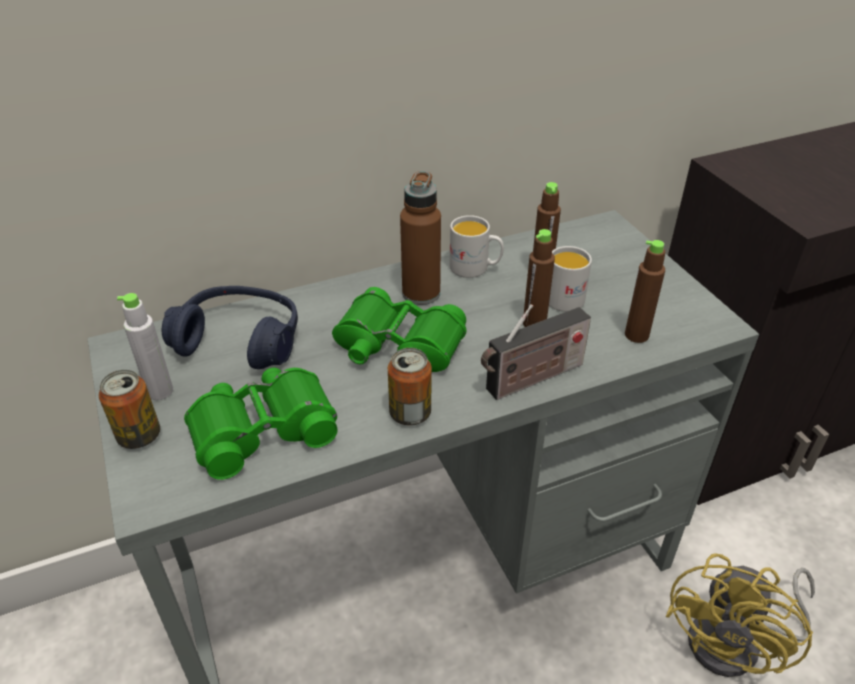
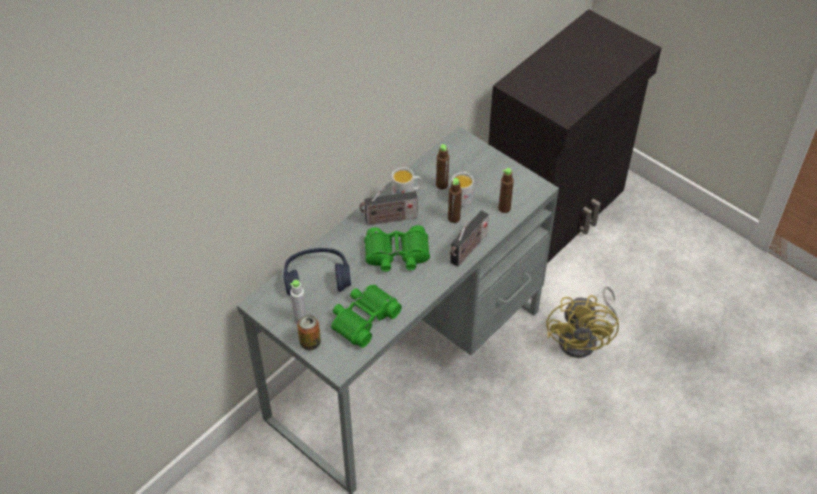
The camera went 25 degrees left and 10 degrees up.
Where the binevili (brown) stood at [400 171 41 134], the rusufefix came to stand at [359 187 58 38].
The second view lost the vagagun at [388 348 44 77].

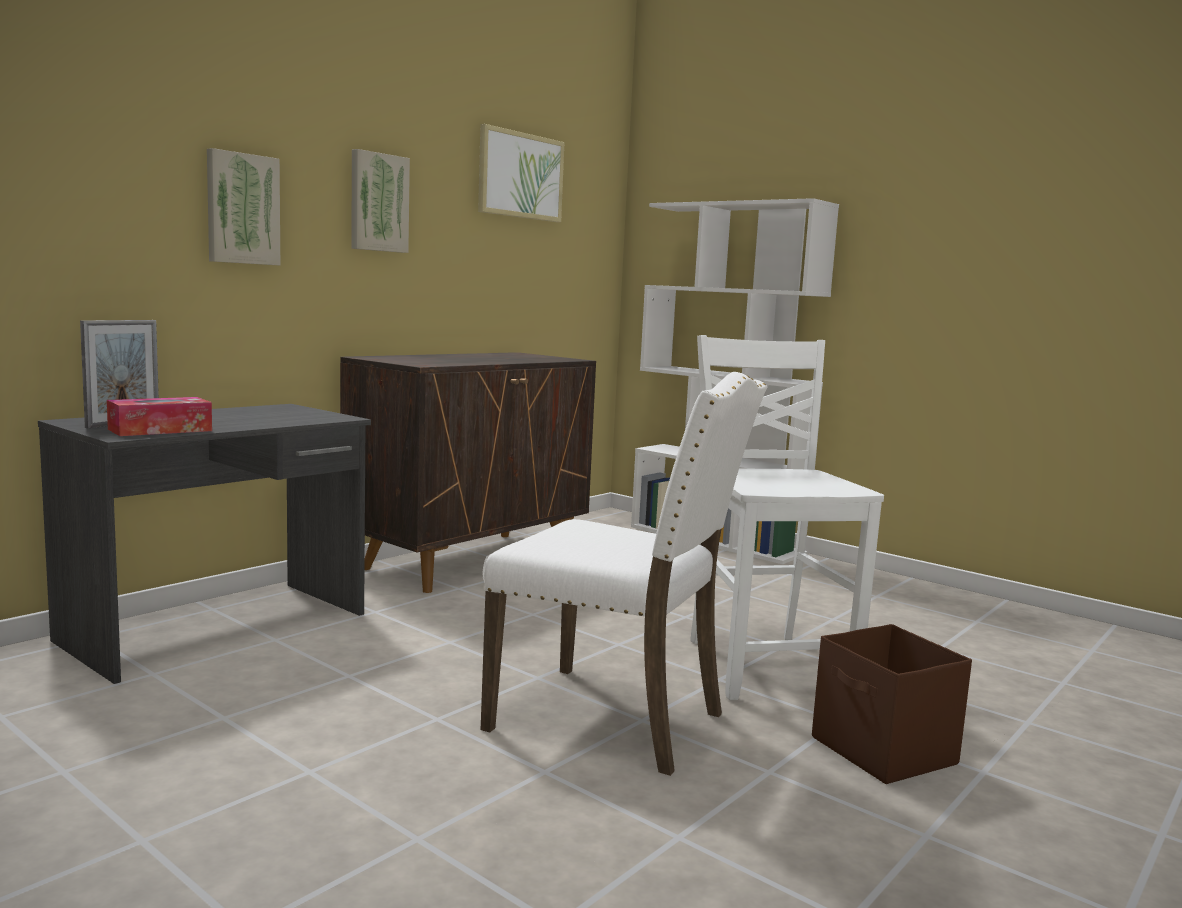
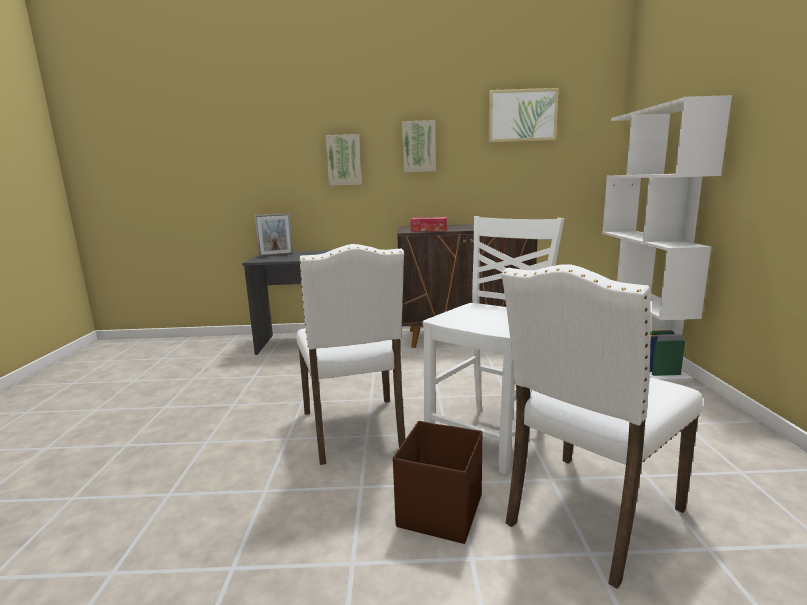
The camera went 50 degrees right and 5 degrees up.
The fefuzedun ended up elsewhere, having gone from [107 397 105 39] to [411 217 36 15].
The second view gained the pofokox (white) at [501 264 202 325].

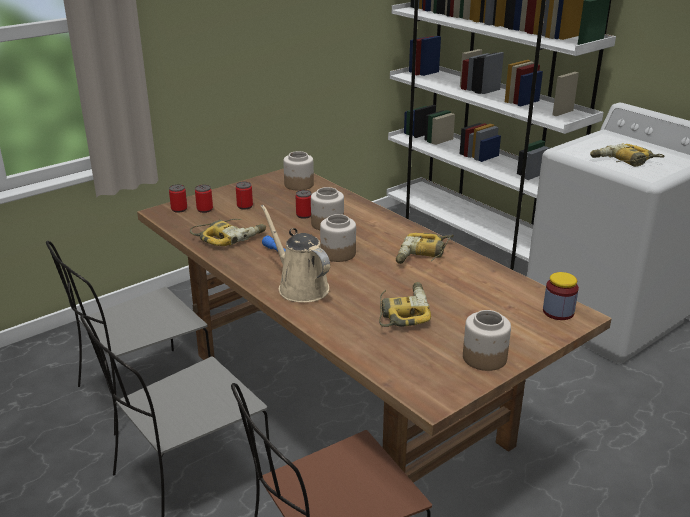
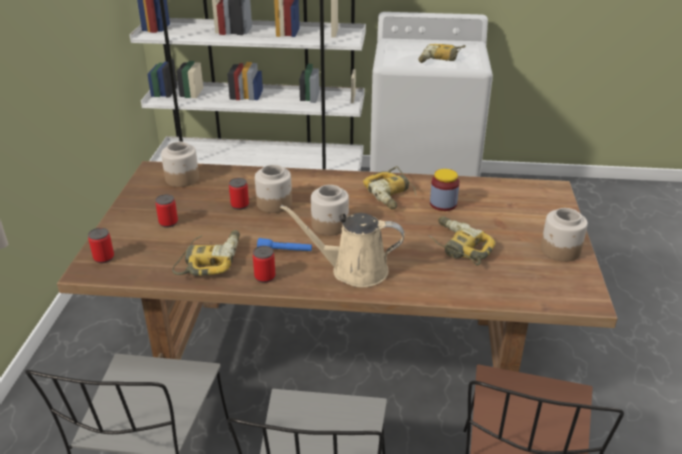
The camera went 45 degrees left and 5 degrees up.
The vagagun ended up elsewhere, having gone from [195 185 18 28] to [253 246 23 37].
The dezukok ended up elsewhere, having gone from [543 272 36 48] to [430 169 29 42].

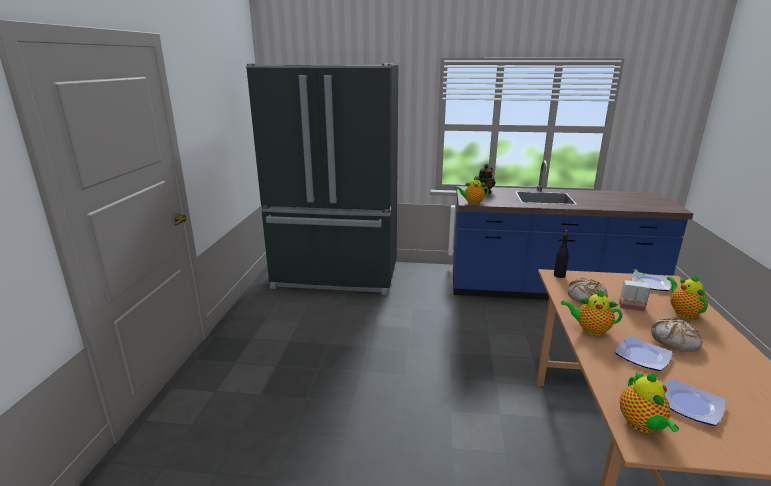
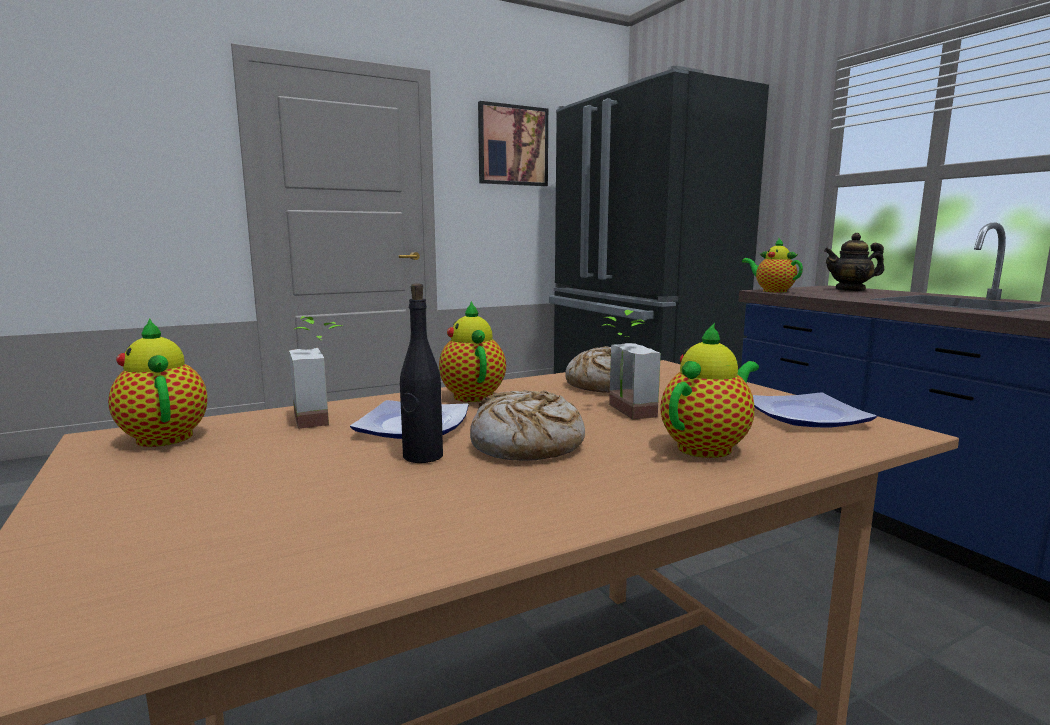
The camera went 55 degrees right and 10 degrees down.
The binevili (black) ended up elsewhere, having gone from [554 230 15 48] to [400 283 43 180].
The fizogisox at [620 372 59 61] ended up facing another way, 90 degrees clockwise from before.
The second view lost the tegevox at [665 378 60 48].
The second view gained the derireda at [478 101 70 85].
The second view gained the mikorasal at [289 316 53 113].

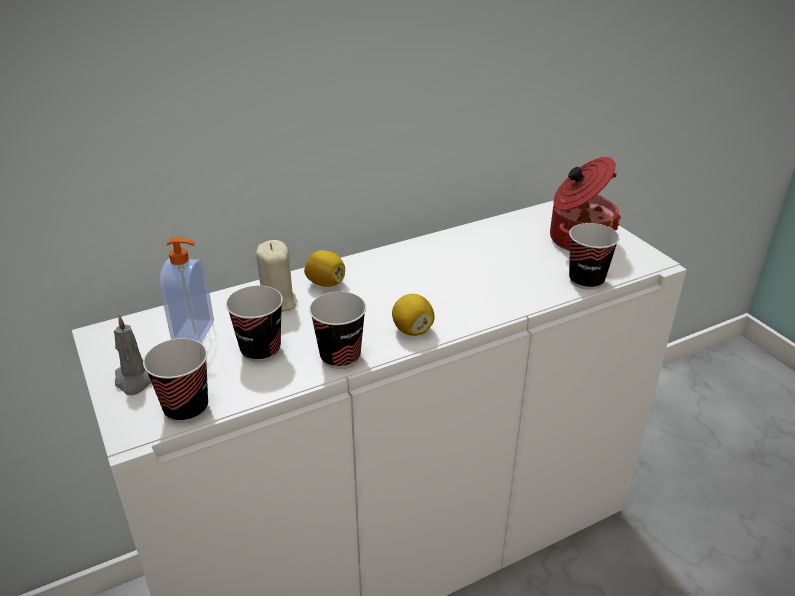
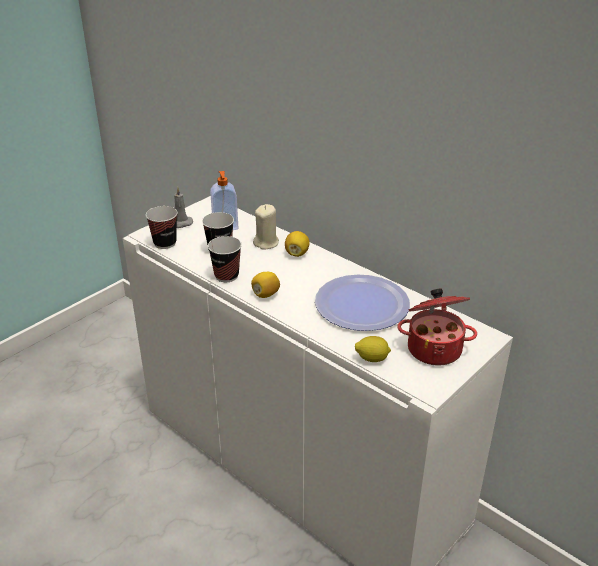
The camera went 70 degrees right and 0 degrees up.
Where the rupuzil stood at [569 223 51 67], the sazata came to stand at [355 336 36 26].
The second view gained the tegevox at [315 274 95 57].

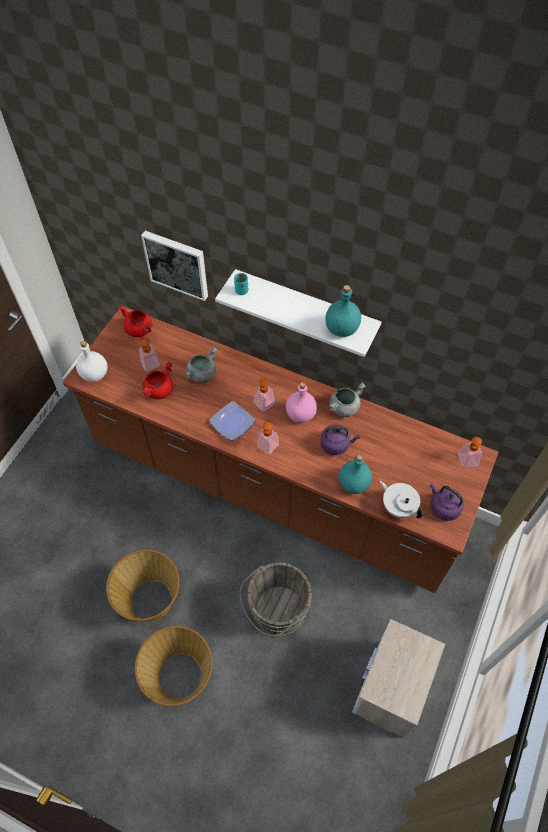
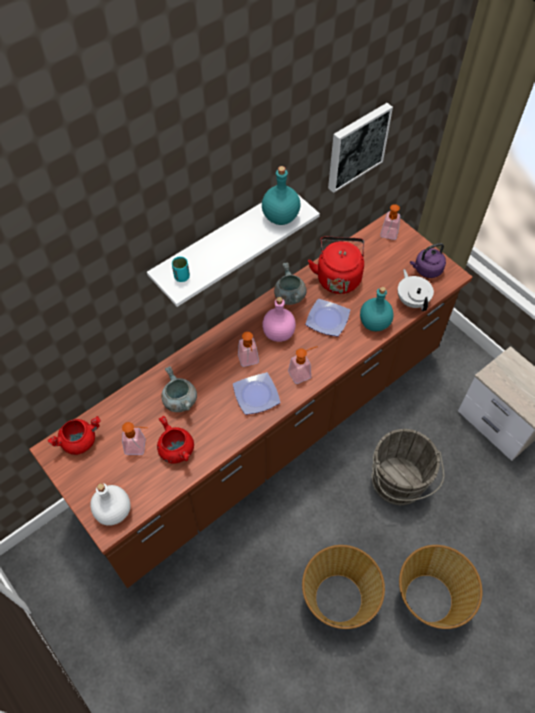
The camera went 65 degrees left and 0 degrees up.
The derireda ended up elsewhere, having gone from [141 231 67 70] to [328 103 65 90].
Where the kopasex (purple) stood at [320 425 40 30], the tegevox came to stand at [305 299 45 38].
The fizogisox (white) at [380 480 43 38] ended up facing another way, 90 degrees clockwise from before.
The second view gained the kopasex (red) at [308 237 56 57].

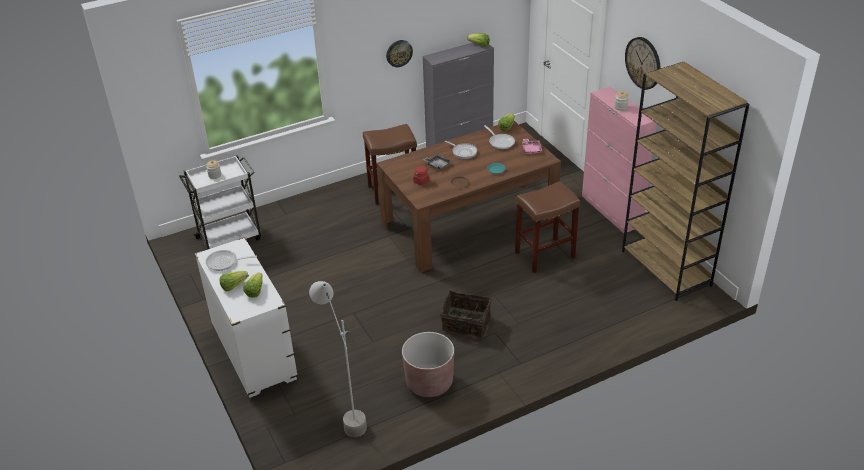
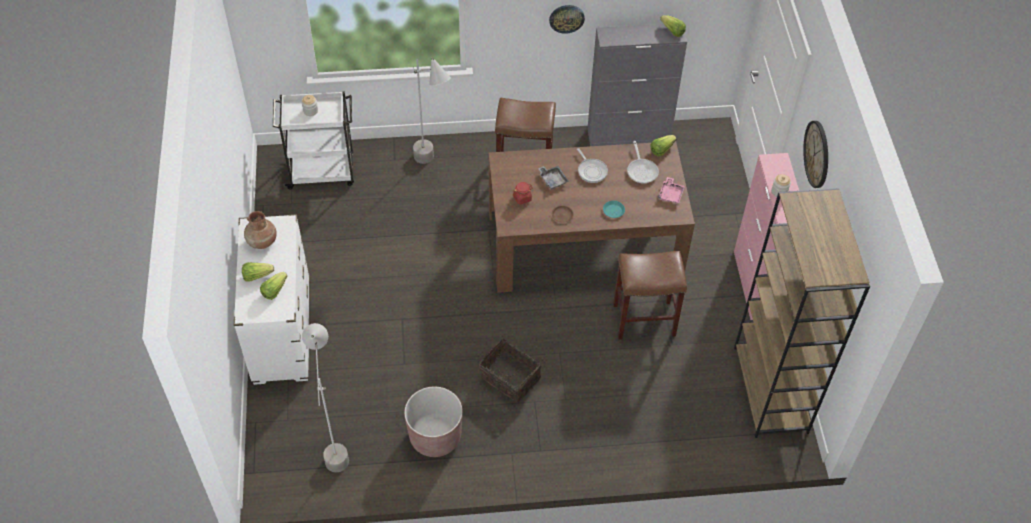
The camera went 20 degrees right and 15 degrees up.
Where the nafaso stood at [206 250 51 21], the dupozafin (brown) came to stand at [244 211 33 38].
The second view gained the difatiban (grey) at [413 57 38 107].

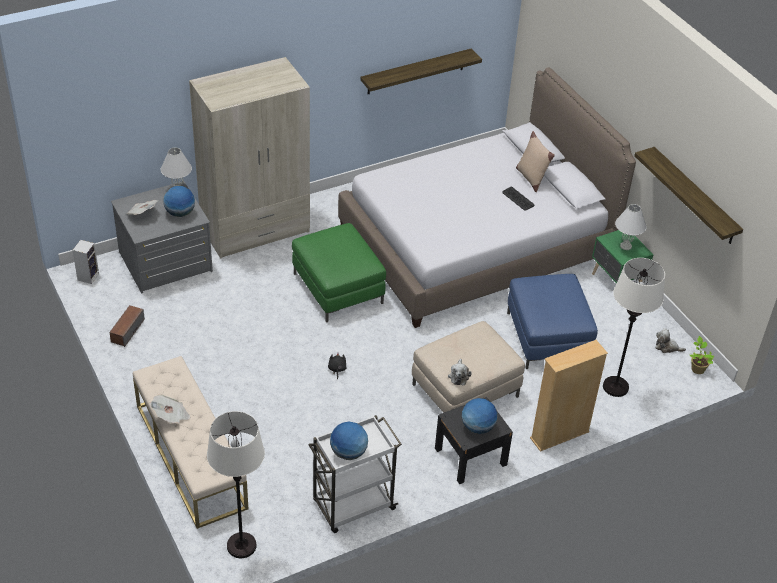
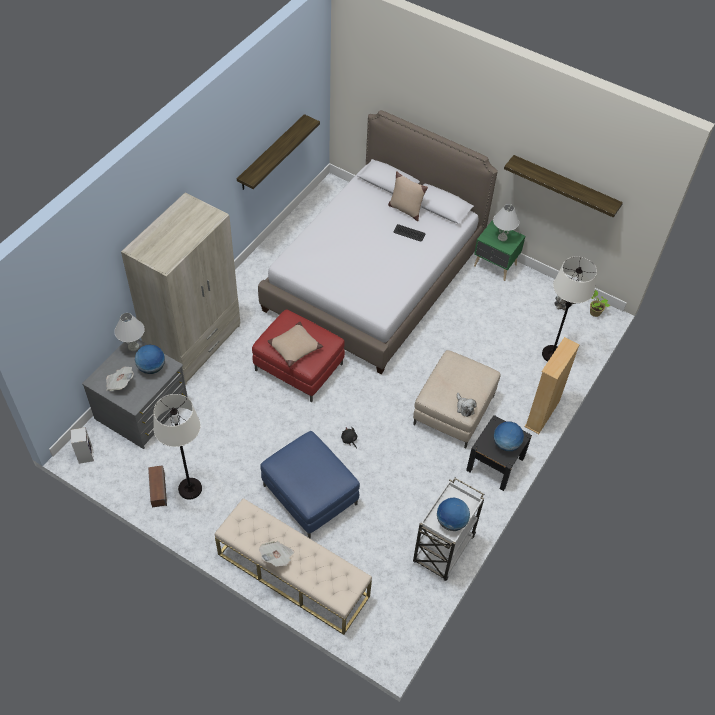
The camera went 30 degrees left and 10 degrees up.
What was the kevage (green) at [292 223 94 99] turned into the kevage (red) at [252 309 93 93].
The kevage (blue) ended up elsewhere, having gone from [507 274 91 95] to [260 431 100 107].
The difatiban (white) ended up elsewhere, having gone from [207 411 58 147] to [153 394 49 106].
The second view gained the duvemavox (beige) at [267 321 56 46].

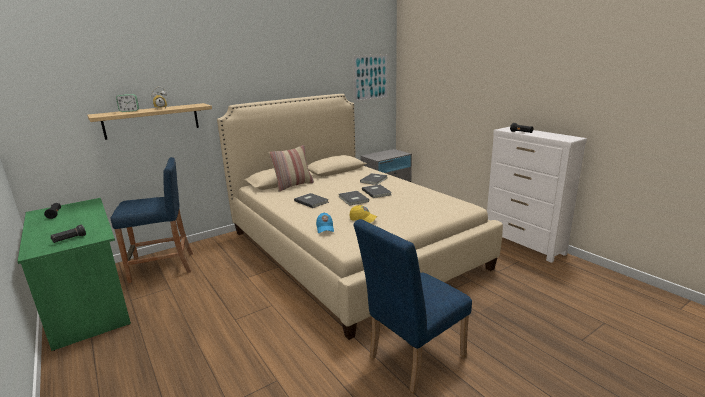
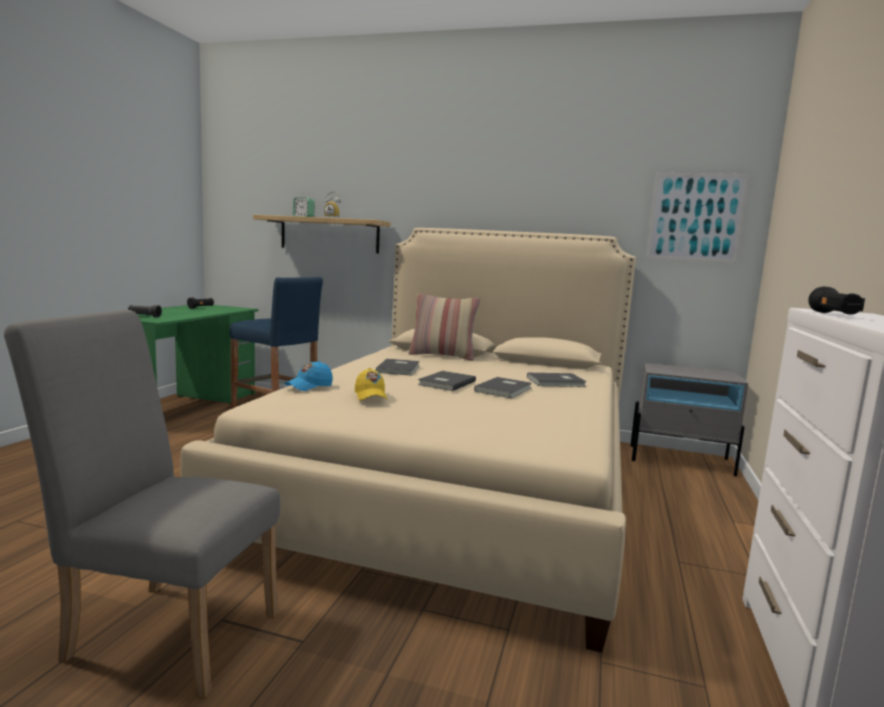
The camera went 50 degrees right and 10 degrees down.
What was the pofokox (blue) at [353 219 119 175] turned into the pofokox (grey) at [4 310 276 389].

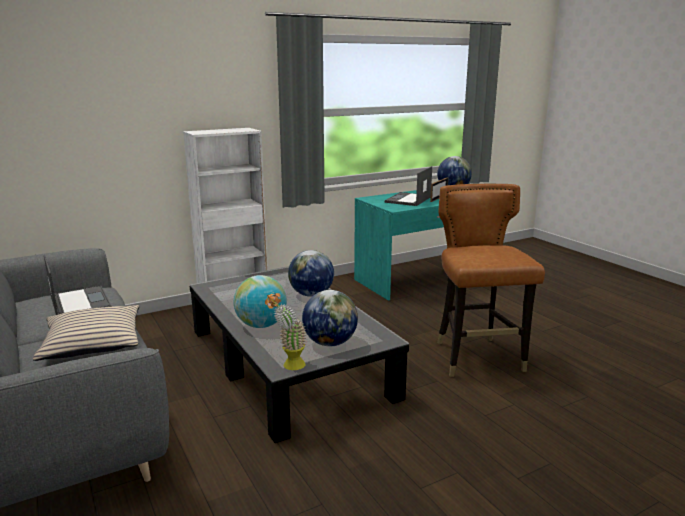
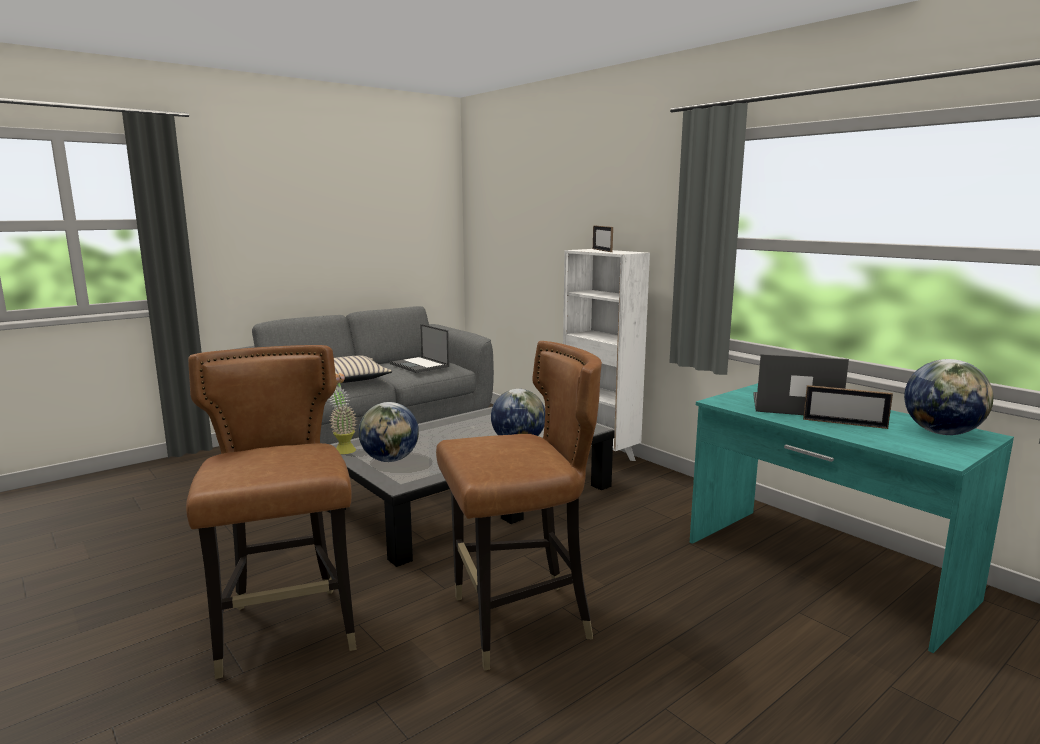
The camera went 80 degrees right and 5 degrees down.
The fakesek at [44 254 68 61] ended up facing another way, 90 degrees clockwise from before.
The second view lost the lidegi at [234 275 53 53].
The second view gained the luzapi at [593 226 20 26].
The second view gained the pofokox (brown) at [186 345 171 334].

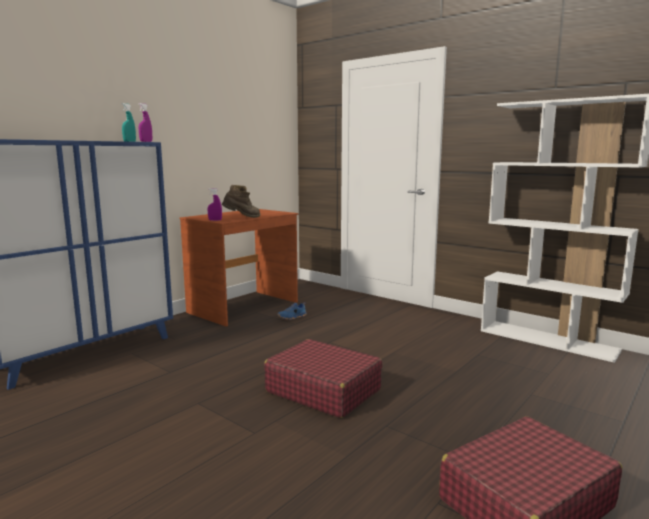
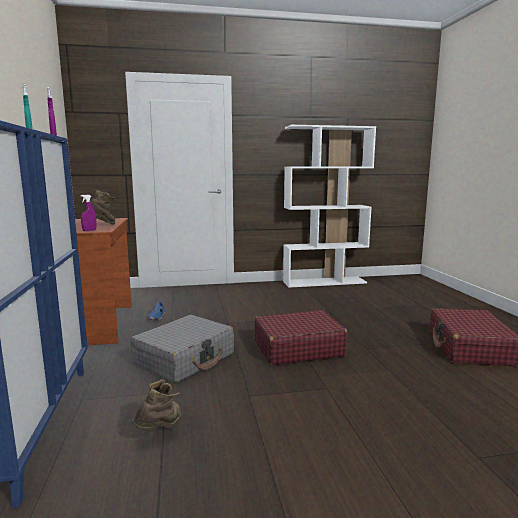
The camera went 50 degrees left and 0 degrees up.
The second view gained the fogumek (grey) at [131 315 103 68].
The second view gained the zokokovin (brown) at [131 380 51 51].

